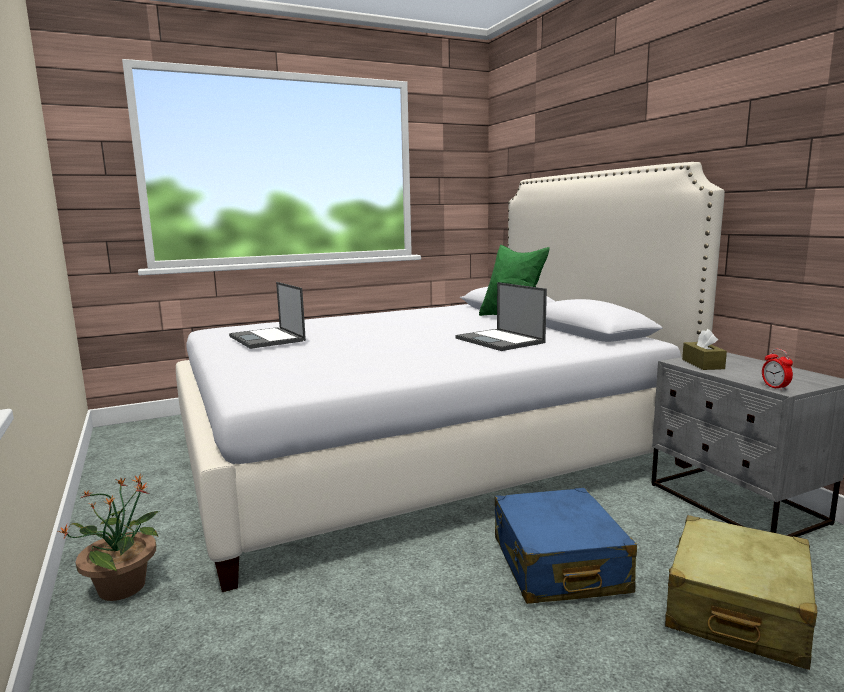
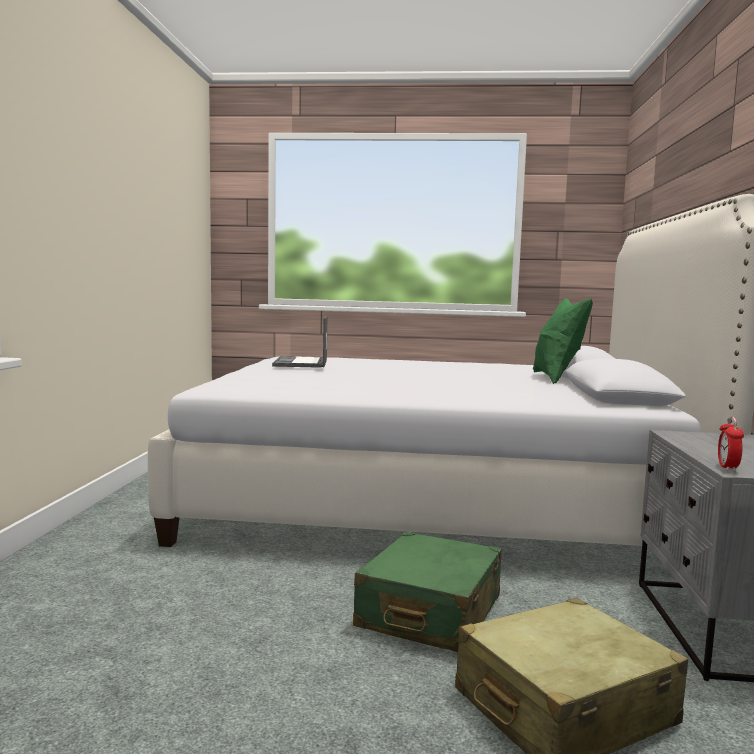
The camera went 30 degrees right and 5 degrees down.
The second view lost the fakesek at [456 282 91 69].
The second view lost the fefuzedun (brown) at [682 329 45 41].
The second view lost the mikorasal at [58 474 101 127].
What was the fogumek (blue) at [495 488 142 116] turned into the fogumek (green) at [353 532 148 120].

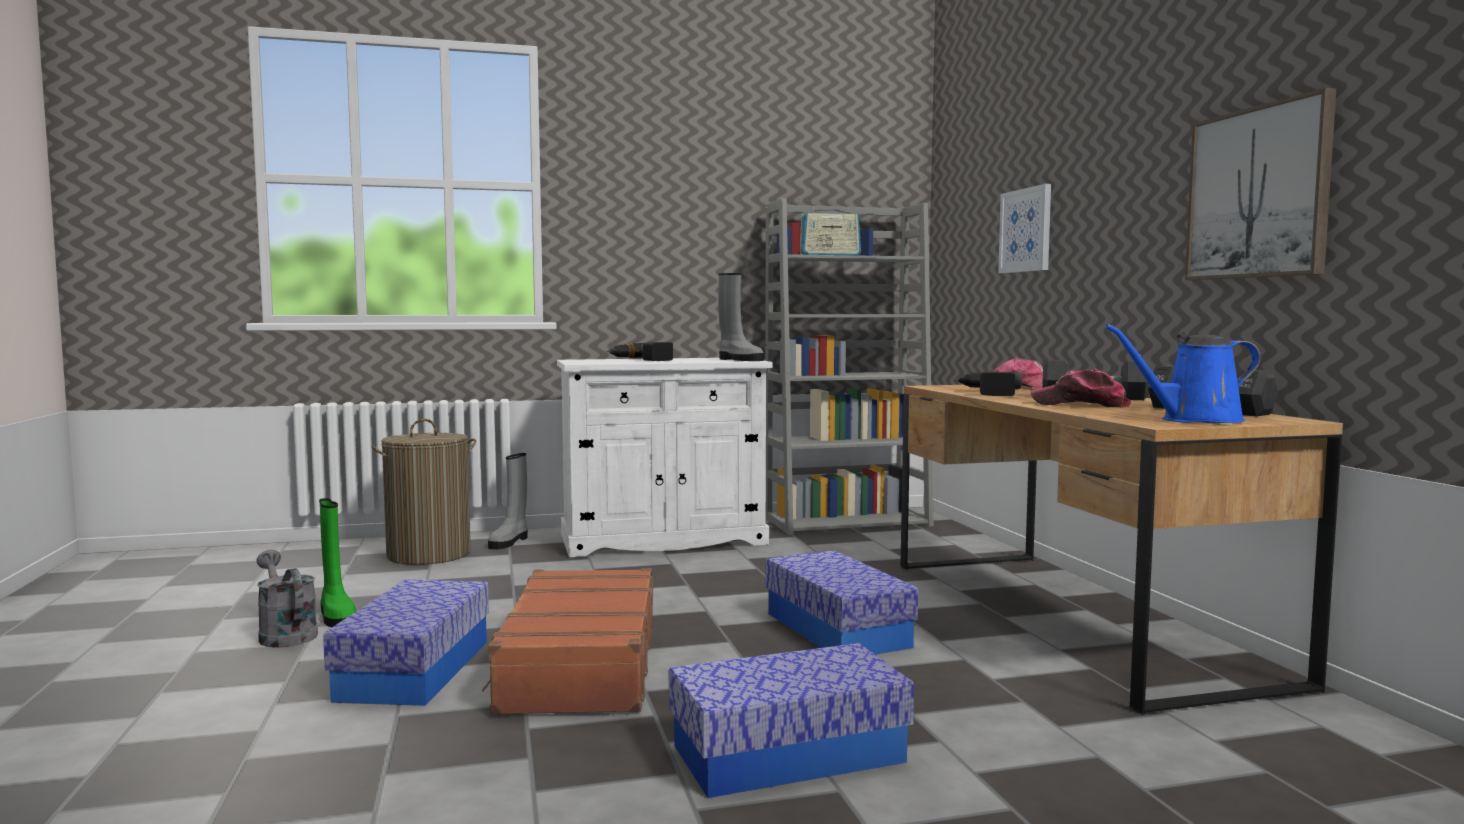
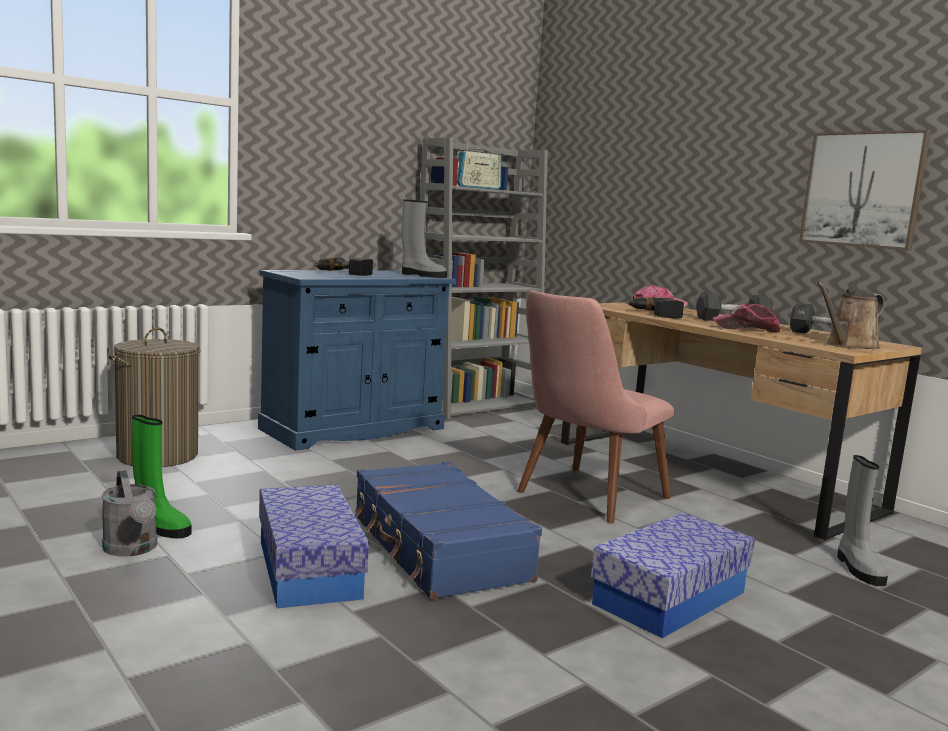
The camera went 25 degrees left and 5 degrees up.
The second view lost the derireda at [998 184 53 89].
What was the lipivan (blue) at [1105 324 155 99] turned into the lipivan (brown) at [816 282 68 67].
What was the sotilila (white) at [557 358 216 199] turned into the sotilila (blue) at [258 270 198 181].
The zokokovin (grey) ended up elsewhere, having gone from [488 453 40 96] to [837 455 51 131].
The lipivan (grey) at [256 550 62 98] ended up facing another way, 150 degrees counterclockwise from before.
Where the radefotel stood at [765 550 153 105], the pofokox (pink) came to stand at [517 290 157 234].
What was the fogumek (brown) at [482 568 171 147] turned into the fogumek (blue) at [354 462 188 138].

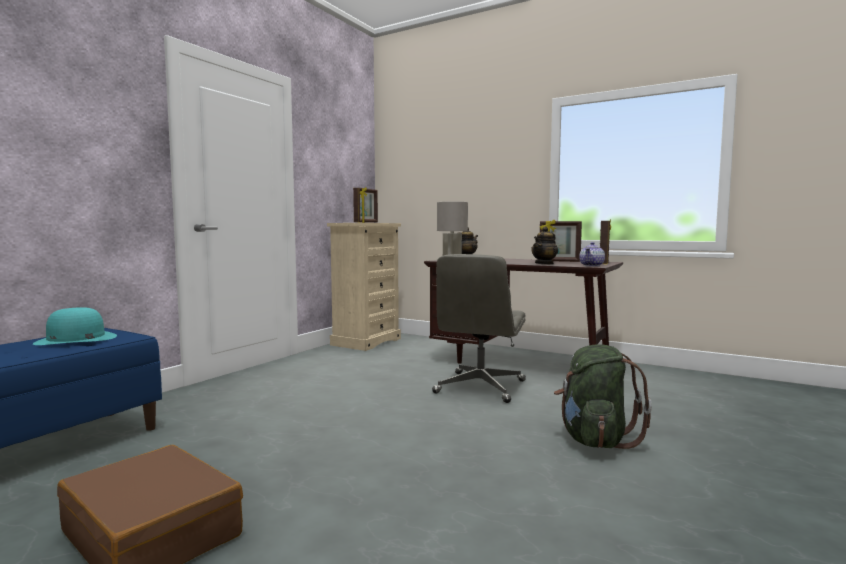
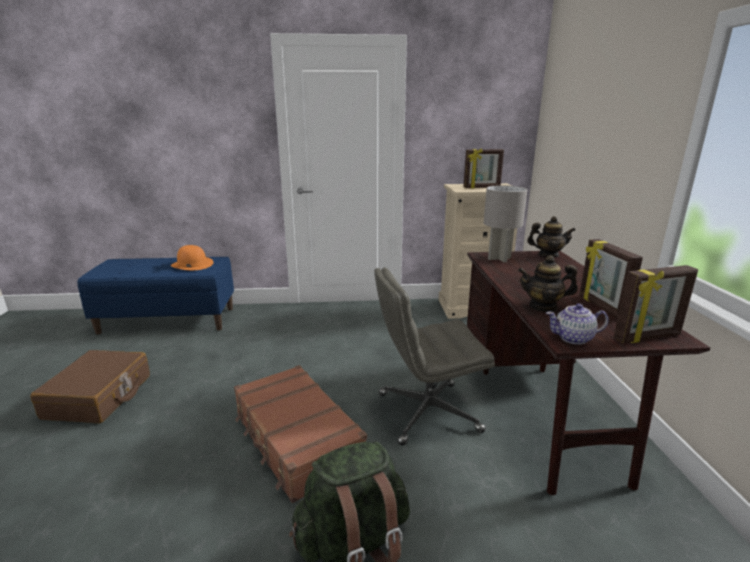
The camera went 55 degrees right and 15 degrees up.
What was the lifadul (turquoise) at [33 307 84 38] turned into the lifadul (orange) at [171 245 43 25].
The second view gained the fogumek (brown) at [234 365 133 138].

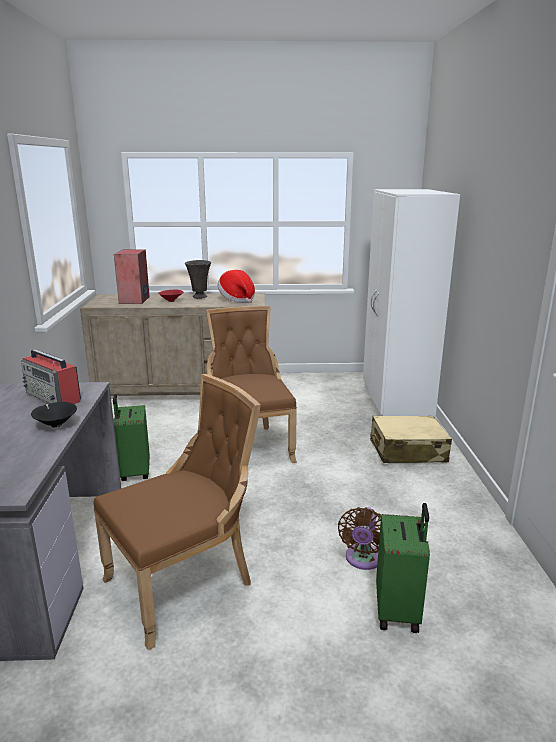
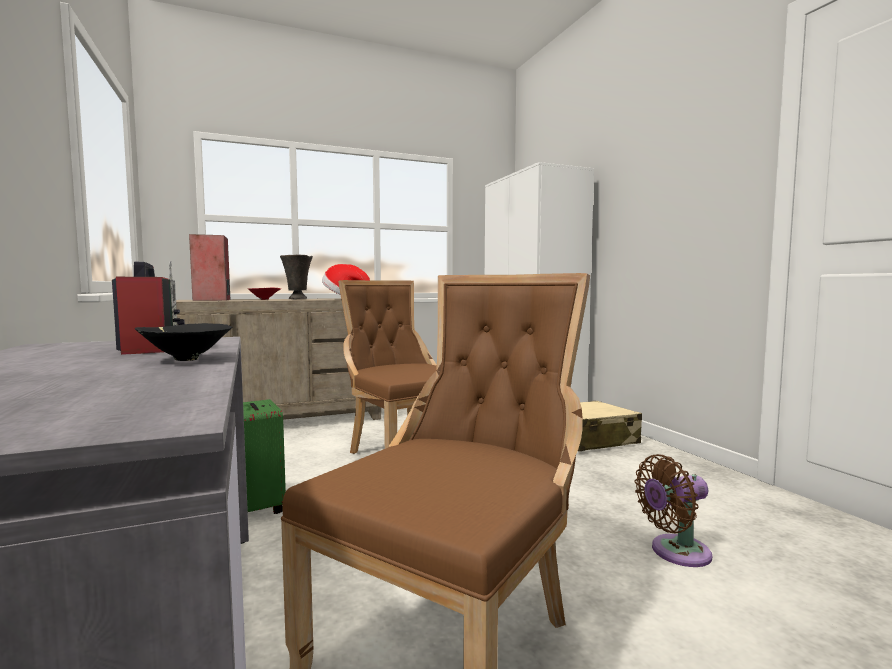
The camera went 20 degrees left and 15 degrees down.
The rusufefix at [21 349 60 55] ended up facing another way, 135 degrees counterclockwise from before.
The second view lost the fogumek (green) at [376 503 54 130].
The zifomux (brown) at [338 507 43 63] ended up facing another way, 75 degrees clockwise from before.

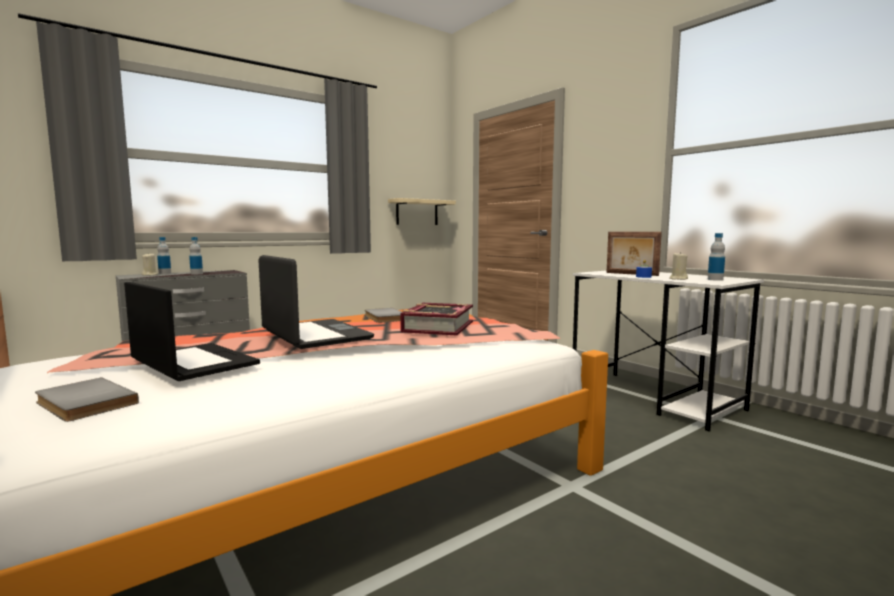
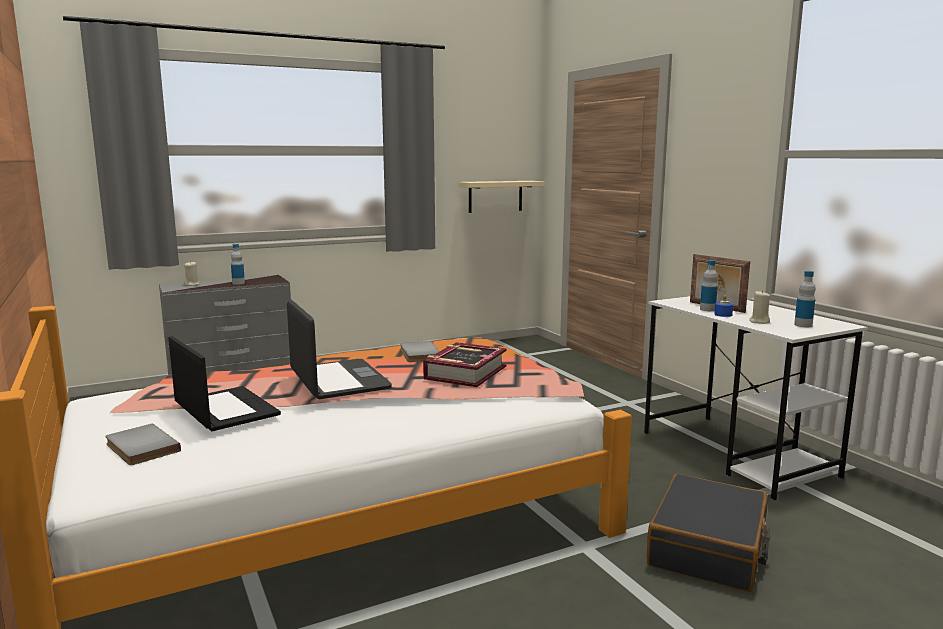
The camera went 10 degrees right and 5 degrees up.
The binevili ended up elsewhere, having gone from [157 237 14 37] to [700 260 18 51].
The second view gained the fogumek (black) at [647 474 123 118].

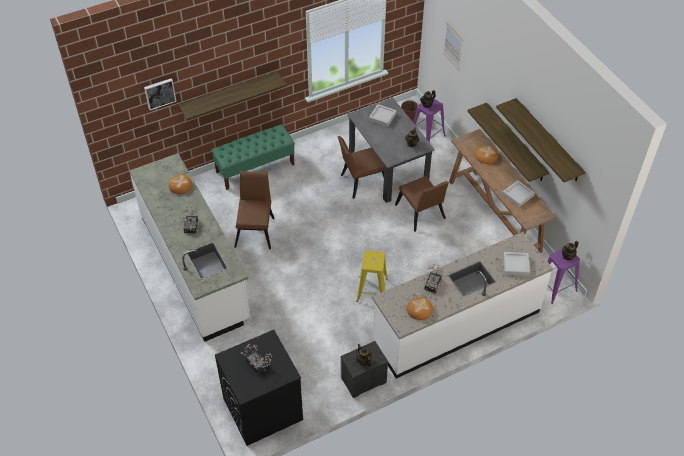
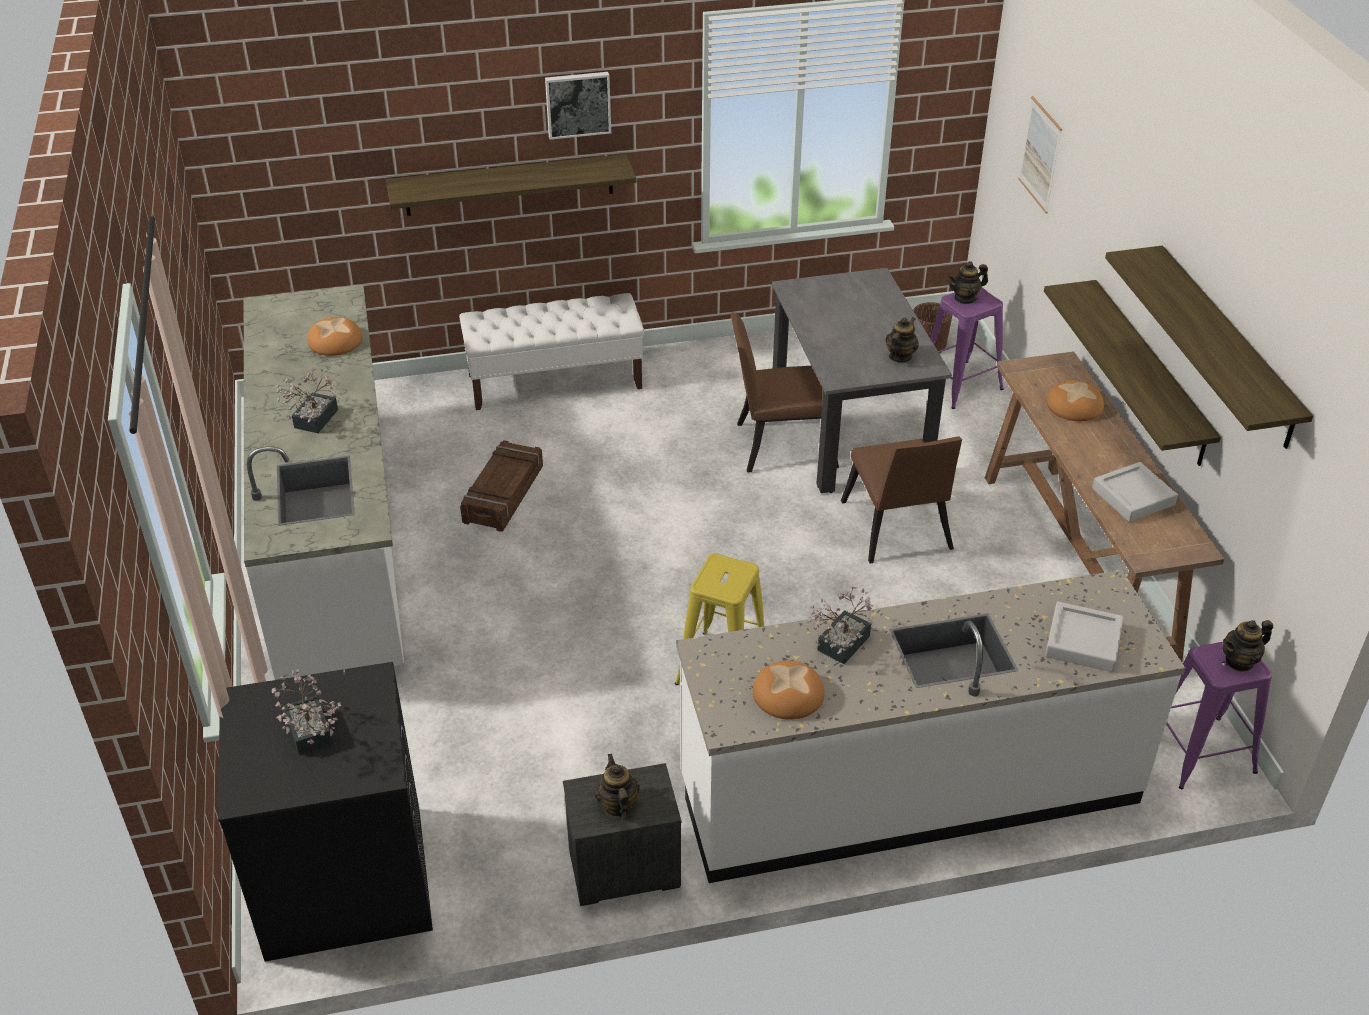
The camera went 15 degrees right and 10 degrees down.
The derireda ended up elsewhere, having gone from [144 78 33 32] to [545 72 66 68].
The second view lost the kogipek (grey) at [369 104 28 23].
What was the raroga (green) at [211 124 84 66] turned into the raroga (white) at [459 293 185 117].
Where the pofokox (brown) stood at [234 171 41 78], the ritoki came to stand at [460 440 83 92].

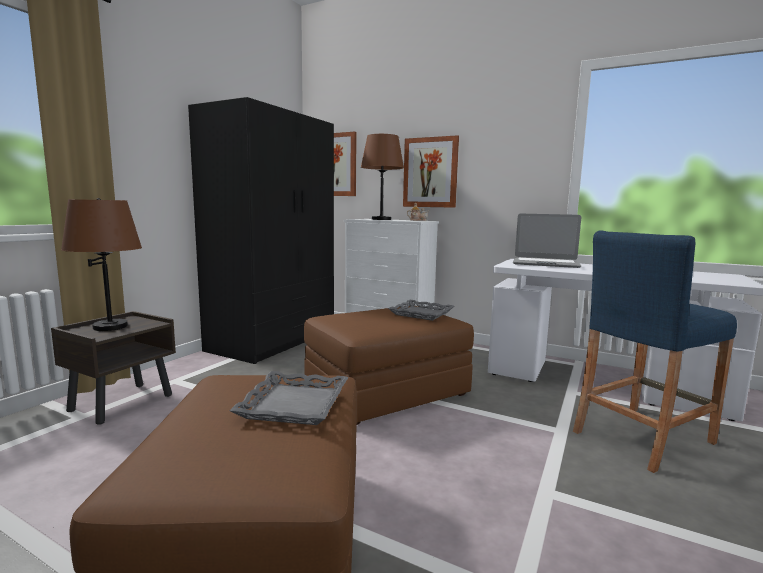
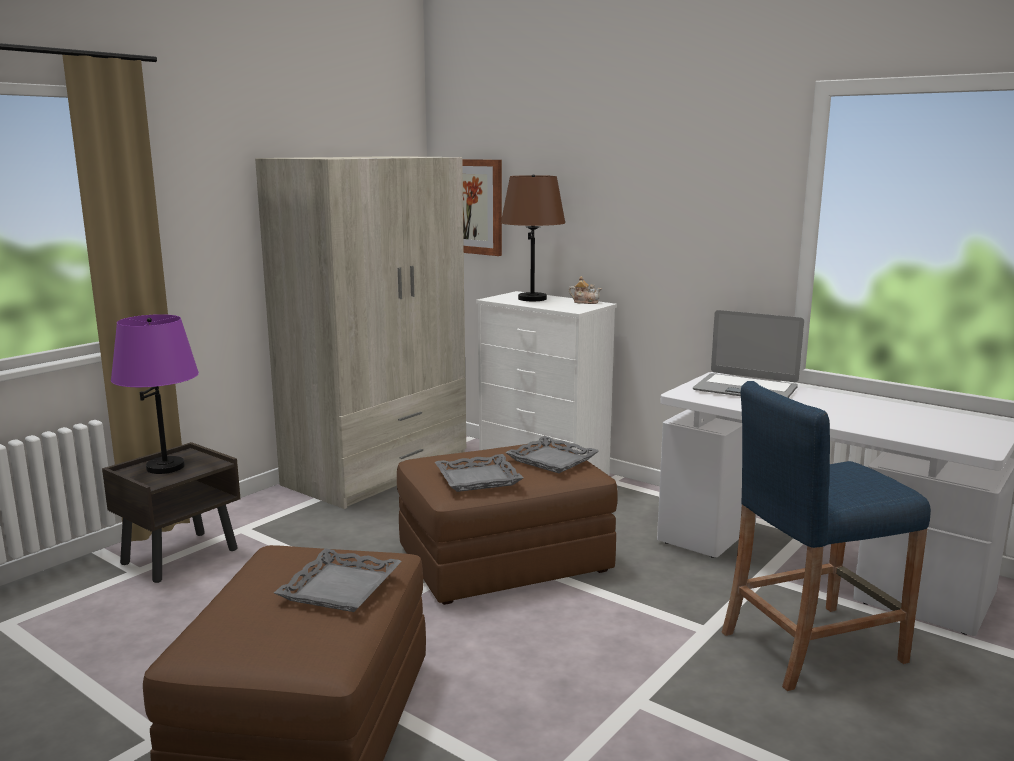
The camera went 10 degrees right and 5 degrees up.
What was the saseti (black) at [188 97 146 267] turned into the saseti (beige) at [255 156 211 353].
The second view lost the derireda at [403 135 56 73].
What was the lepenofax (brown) at [61 198 81 133] turned into the lepenofax (purple) at [111 314 88 160].
The second view gained the kogipek (grey) at [435 454 89 38].

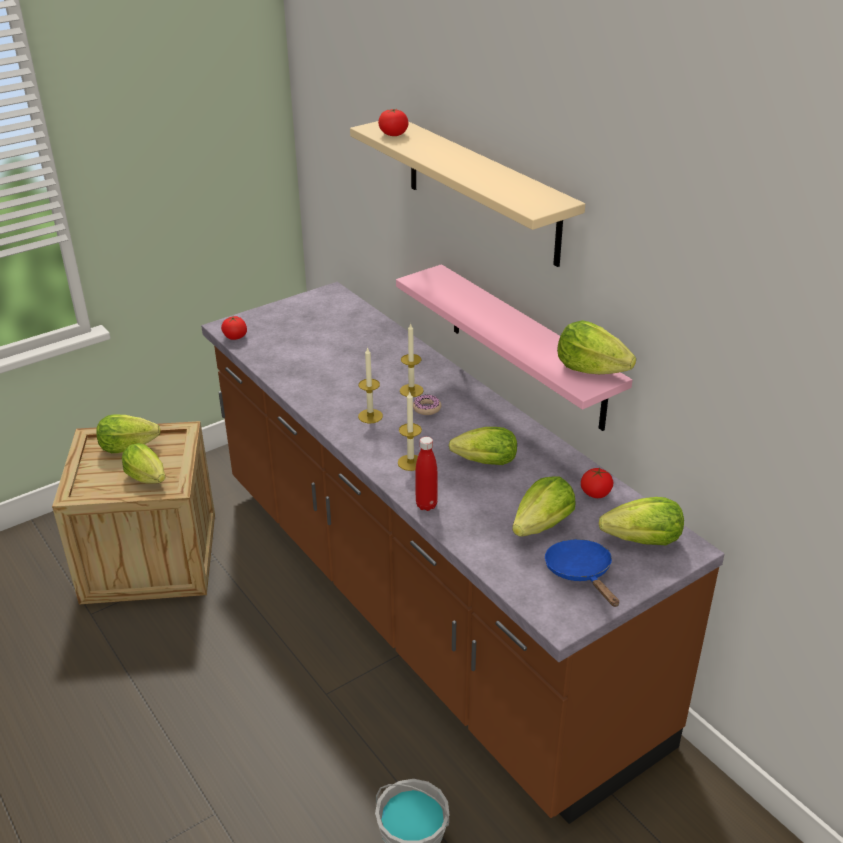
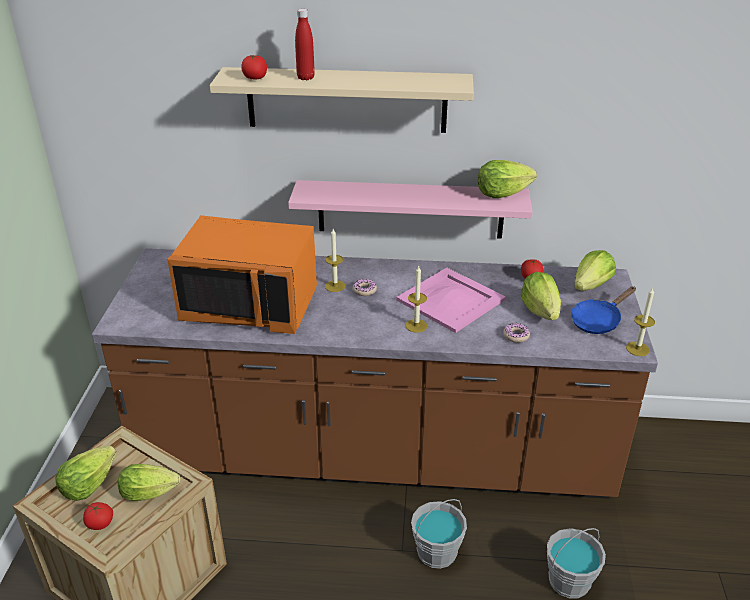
The camera went 50 degrees left and 0 degrees up.
The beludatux ended up elsewhere, having gone from [221 316 26 24] to [83 502 30 28].
The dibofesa ended up elsewhere, having gone from [358 347 25 76] to [626 287 29 69].
Where the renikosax stood at [449 427 68 38], the kogipek (pink) came to stand at [396 268 110 65].
The binevili (red) ended up elsewhere, having gone from [415 437 23 74] to [295 9 20 71].
The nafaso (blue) at [545 539 74 68] ended up facing another way, 60 degrees counterclockwise from before.
The second view gained the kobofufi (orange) at [167 215 150 119].
The second view gained the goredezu at [503 323 27 20].
The second view gained the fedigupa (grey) at [411 499 56 70].

